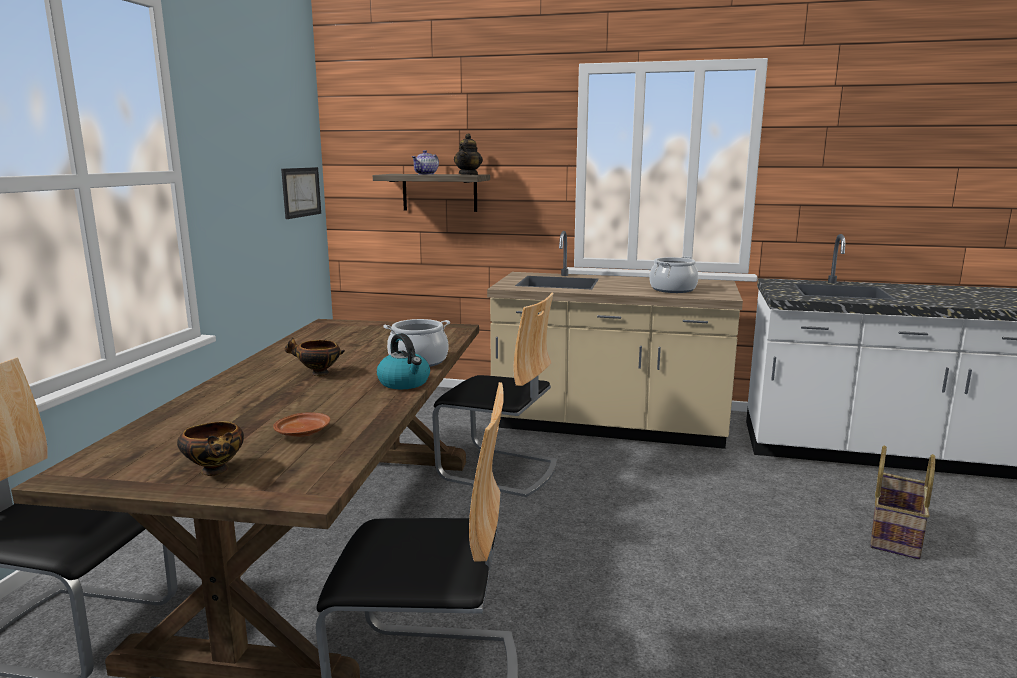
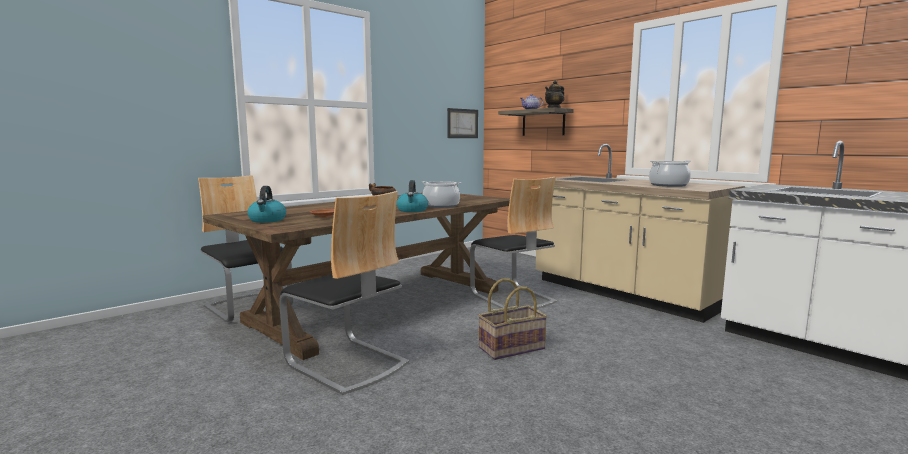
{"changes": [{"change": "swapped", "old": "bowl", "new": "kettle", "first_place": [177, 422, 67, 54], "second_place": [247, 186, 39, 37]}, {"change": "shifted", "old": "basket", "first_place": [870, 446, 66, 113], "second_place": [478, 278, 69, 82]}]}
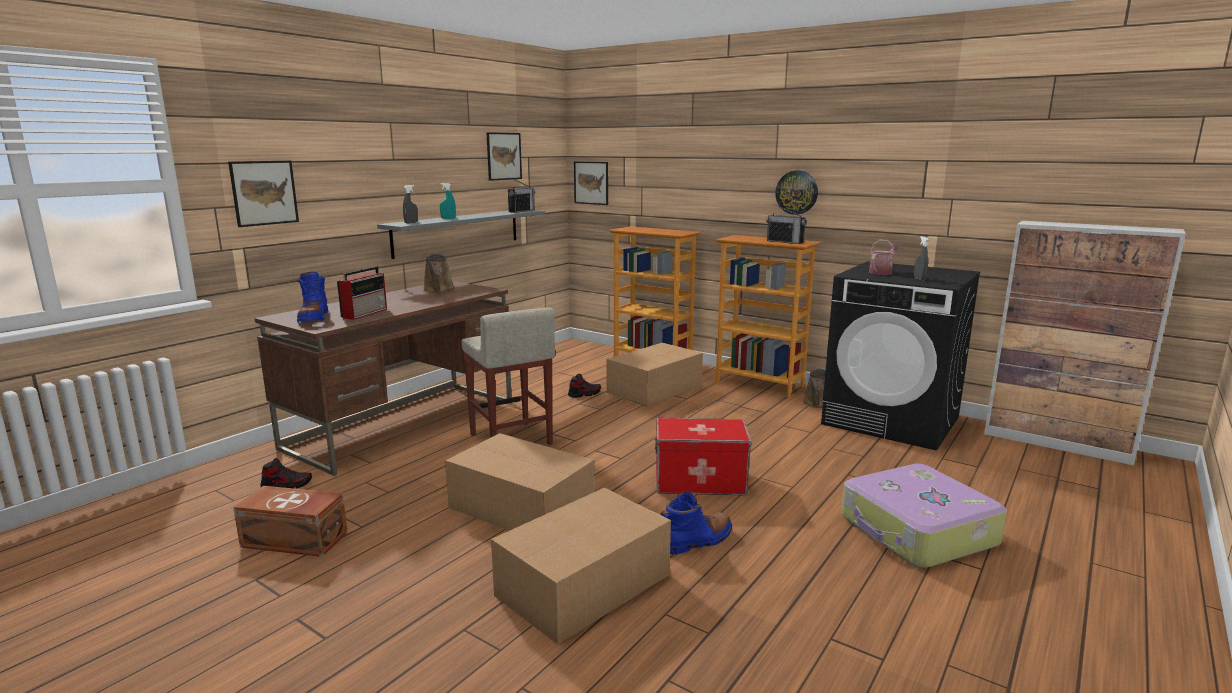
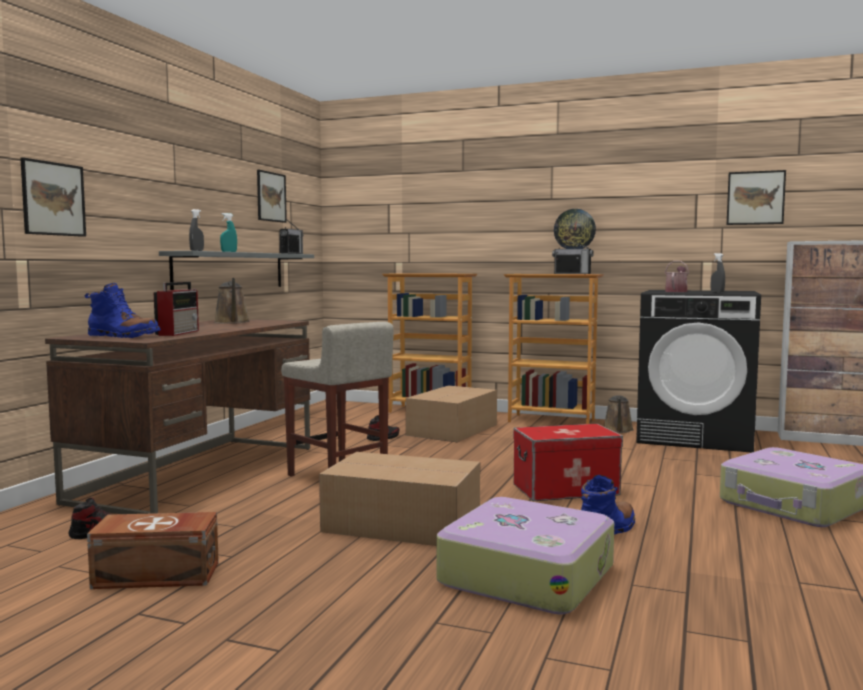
{"changes": [{"change": "rotated", "old": "blue_boot", "first_place": [297, 272, 31, 51], "second_place": [85, 283, 76, 55], "degrees": -45}, {"change": "swapped", "old": "cardboard_box", "new": "suitcase", "first_place": [491, 488, 180, 157], "second_place": [436, 497, 178, 117]}, {"change": "shifted", "old": "picture", "first_place": [574, 161, 34, 44], "second_place": [727, 170, 59, 55]}]}
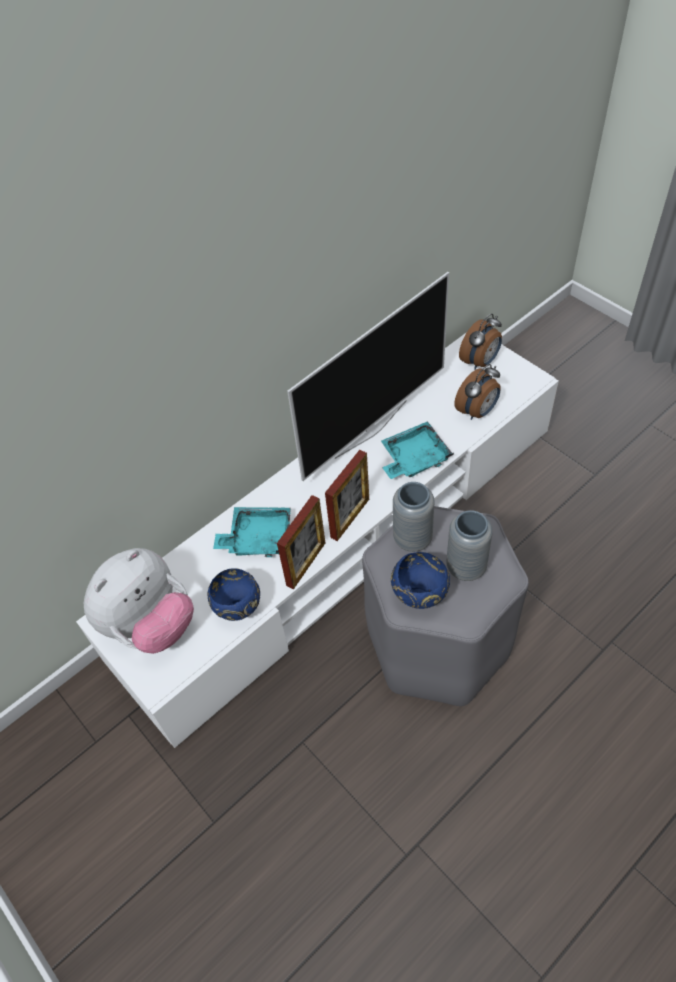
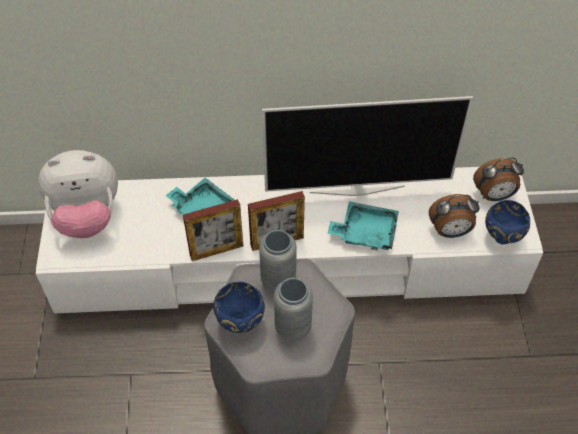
{"changes": [{"change": "shifted", "old": "blue_bowl", "first_place": [208, 568, 52, 53], "second_place": [485, 200, 45, 45]}]}
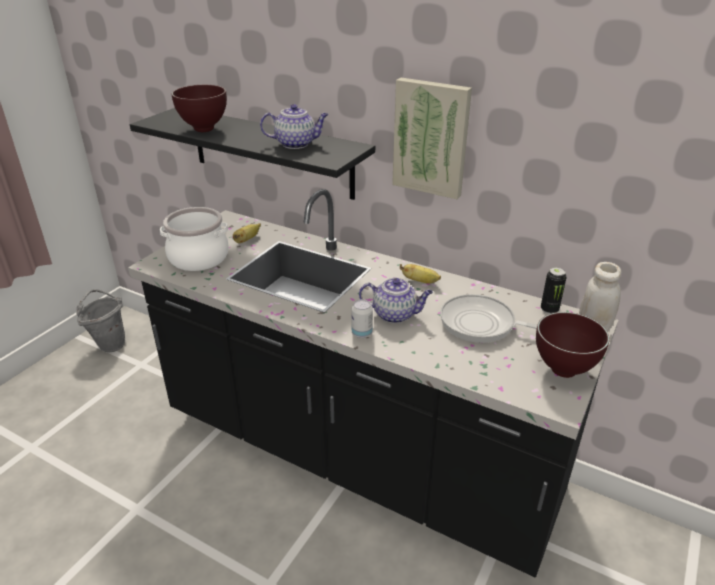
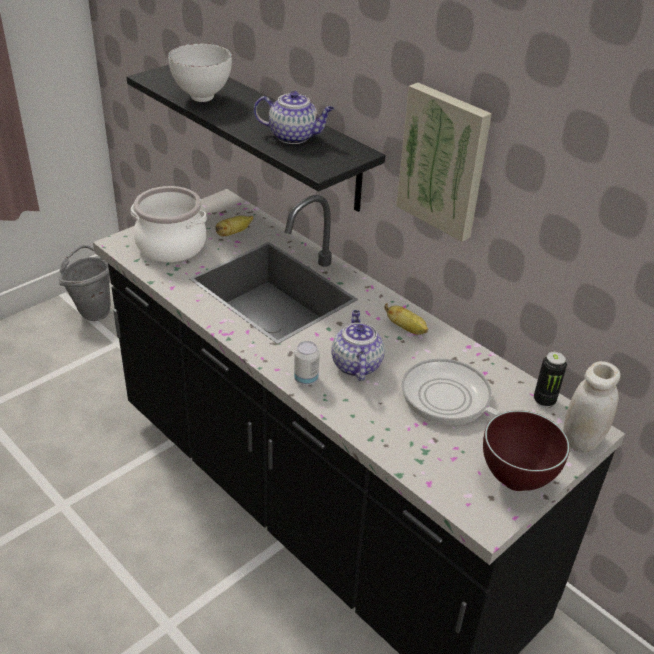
{"changes": [{"change": "repainted", "old": "brown_bowl", "new": "white_bowl", "first_place": [172, 85, 55, 47], "second_place": [168, 43, 64, 59]}, {"change": "rotated", "old": "teapot", "first_place": [359, 278, 74, 45], "second_place": [331, 310, 54, 71], "degrees": -120}]}
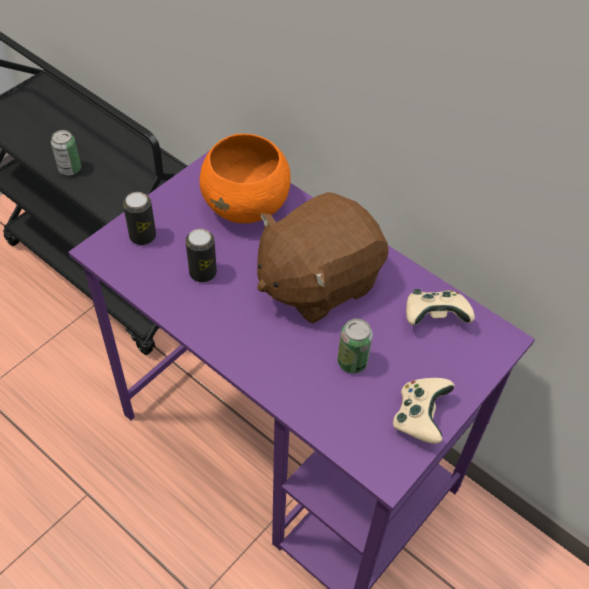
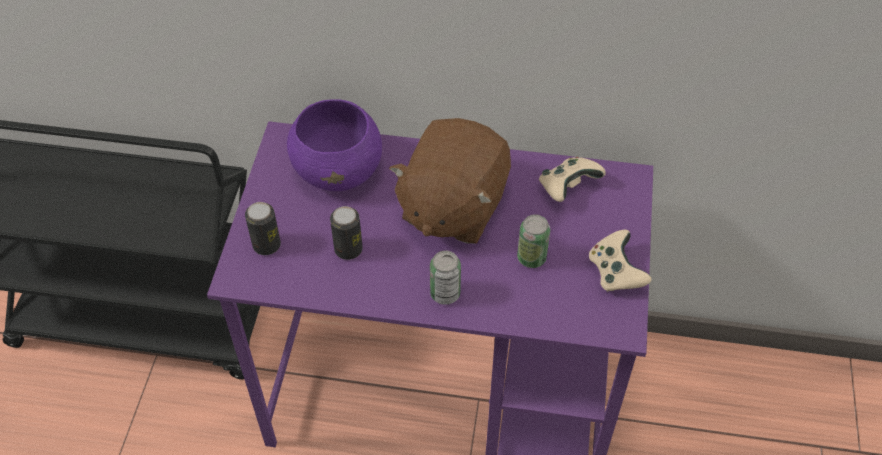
{"changes": [{"change": "repainted", "old": "orange_bowl", "new": "purple_bowl", "first_place": [200, 134, 91, 89], "second_place": [287, 99, 95, 92]}, {"change": "shifted", "old": "can", "first_place": [51, 130, 30, 45], "second_place": [430, 250, 31, 55]}]}
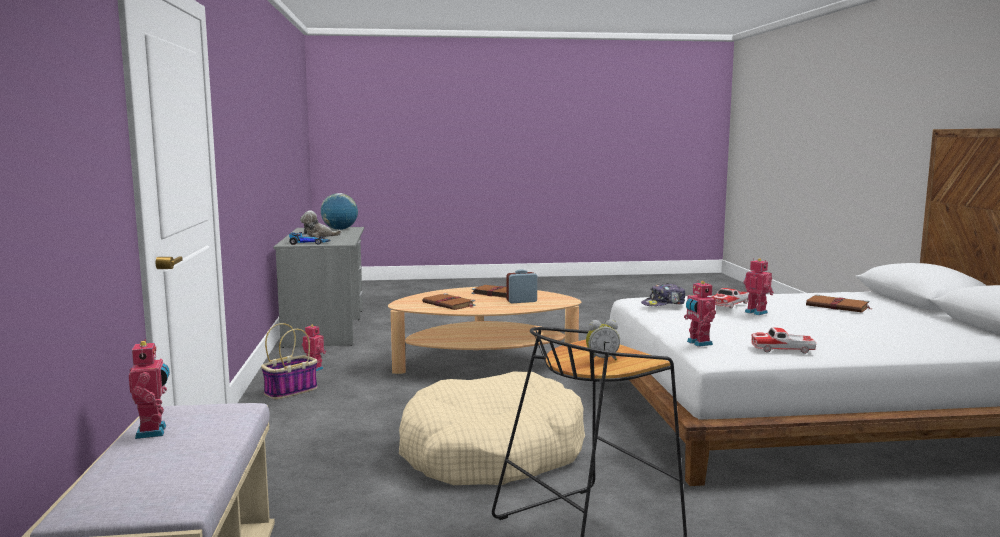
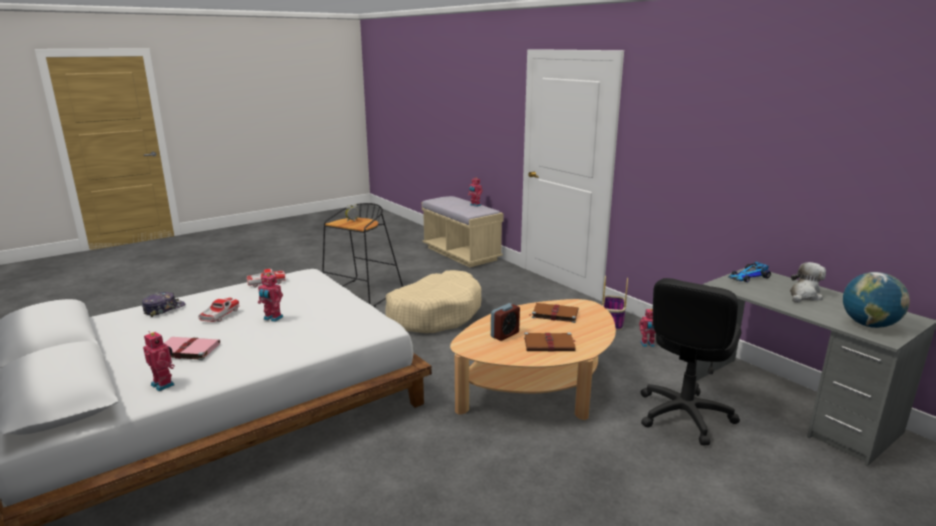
{"changes": [{"change": "shifted", "old": "cap", "first_place": [641, 283, 44, 23], "second_place": [142, 292, 43, 25]}, {"change": "shifted", "old": "toy_robot", "first_place": [684, 281, 32, 66], "second_place": [143, 331, 32, 60]}, {"change": "repainted", "old": "brown_book", "new": "pink_book", "first_place": [806, 294, 65, 18], "second_place": [165, 337, 55, 23]}, {"change": "shifted", "old": "toy_car", "first_place": [711, 288, 38, 20], "second_place": [199, 297, 41, 25]}, {"change": "new", "new": "black_office_chair", "second_place": [641, 278, 100, 167]}]}
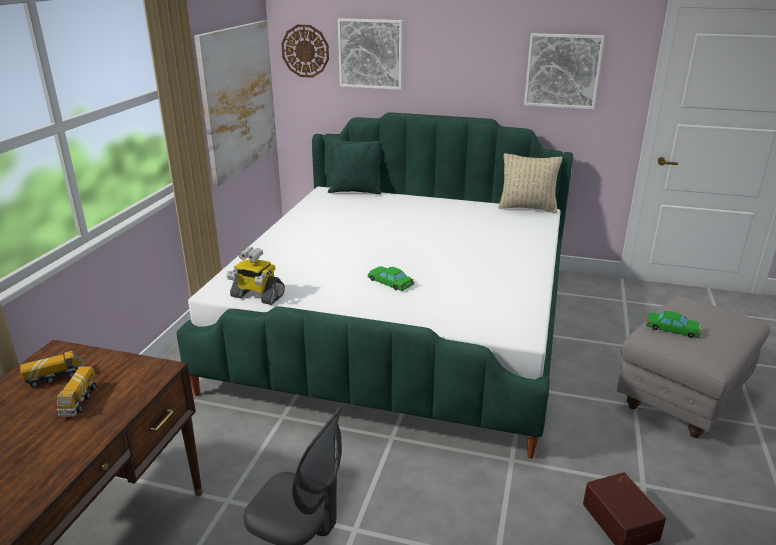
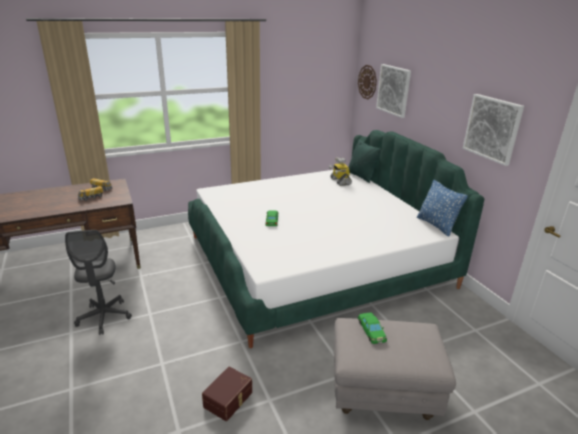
{"changes": [{"change": "shifted", "old": "toy_robot", "first_place": [227, 247, 58, 58], "second_place": [329, 158, 23, 28]}, {"change": "repainted", "old": "beige_pillow", "new": "blue_pillow", "first_place": [498, 153, 64, 60], "second_place": [417, 180, 51, 57]}, {"change": "gone", "old": "picture", "first_place": [194, 21, 83, 165]}]}
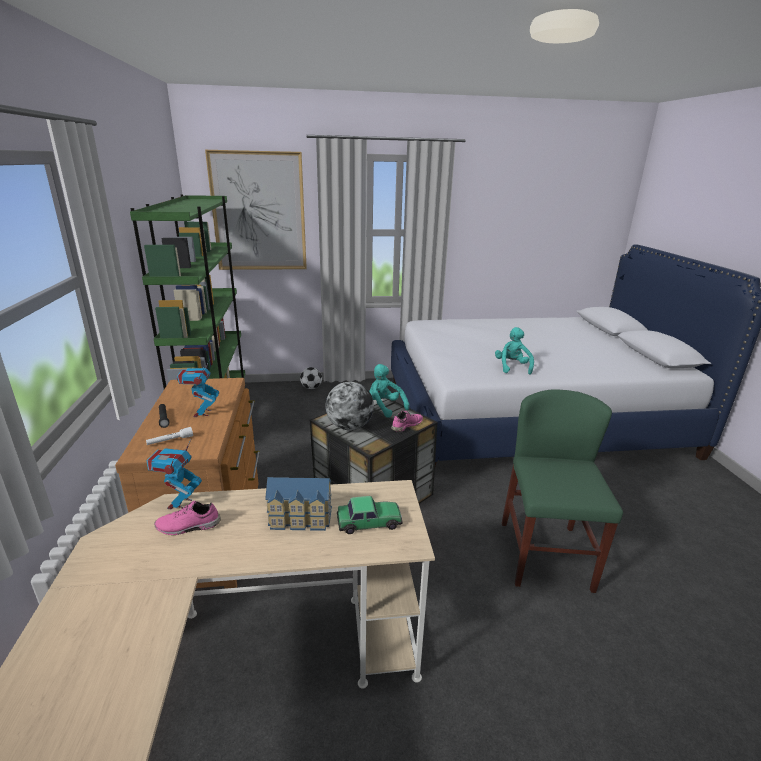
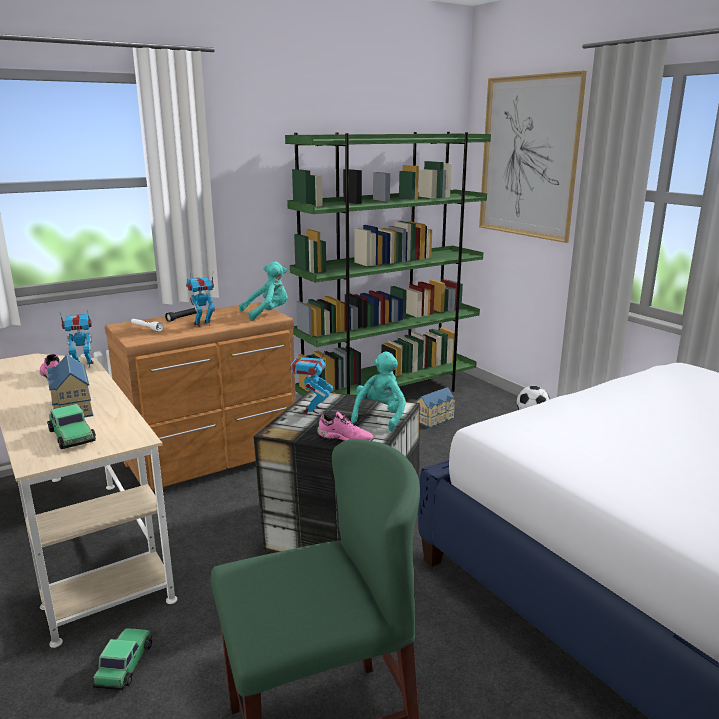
{"changes": [{"change": "new", "new": "toy_car", "second_place": [92, 628, 61, 62]}, {"change": "shifted", "old": "turquoise_plush_toy", "first_place": [495, 327, 39, 48], "second_place": [239, 261, 49, 60]}, {"change": "swapped", "old": "globe", "new": "toy_robot", "first_place": [325, 382, 49, 48], "second_place": [290, 349, 43, 65]}, {"change": "new", "new": "toy_house", "second_place": [415, 387, 41, 41]}]}
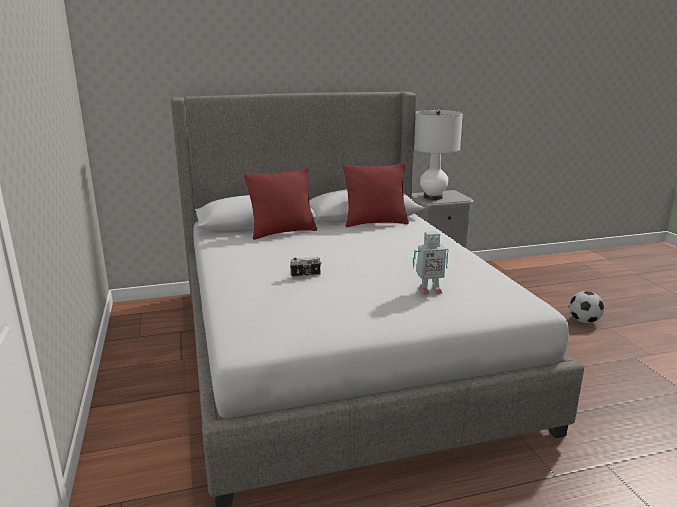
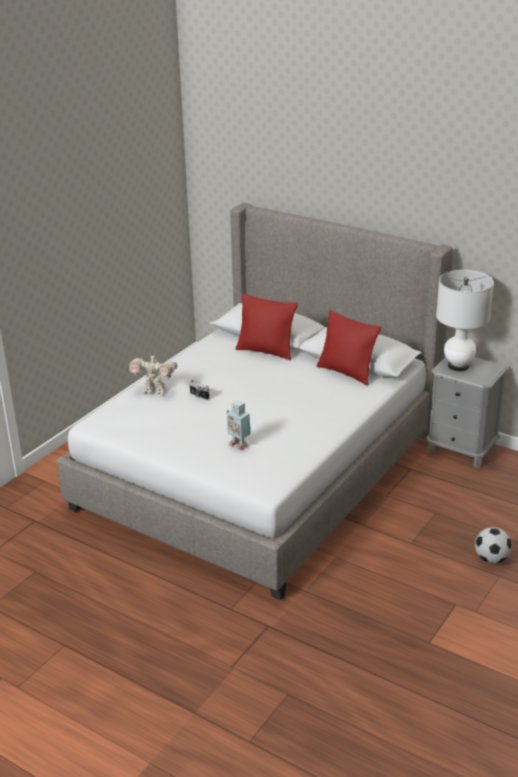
{"changes": [{"change": "new", "new": "toy_robot", "second_place": [129, 352, 48, 43]}]}
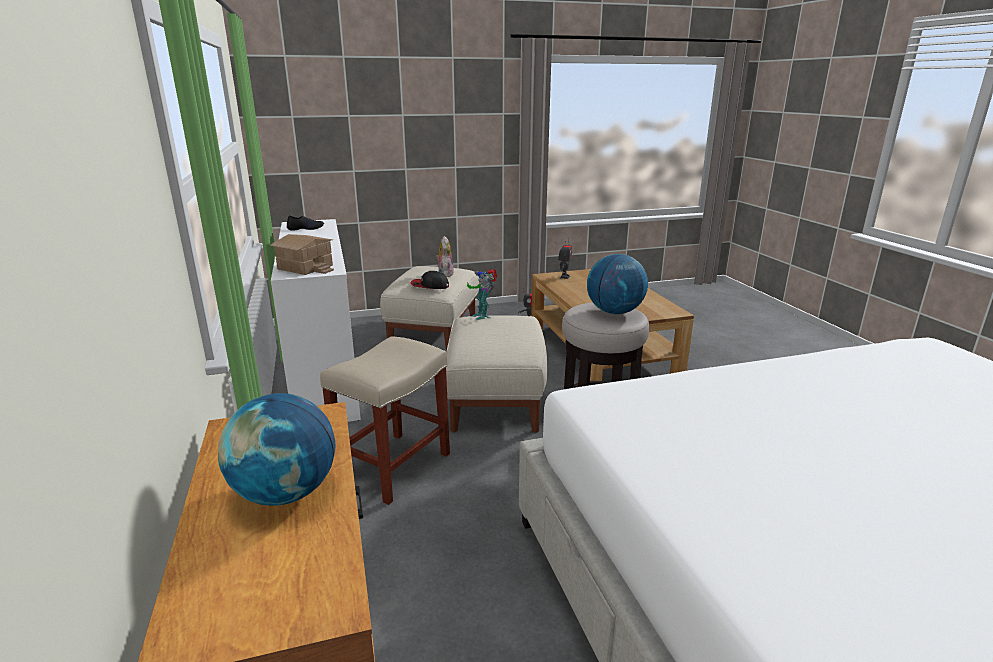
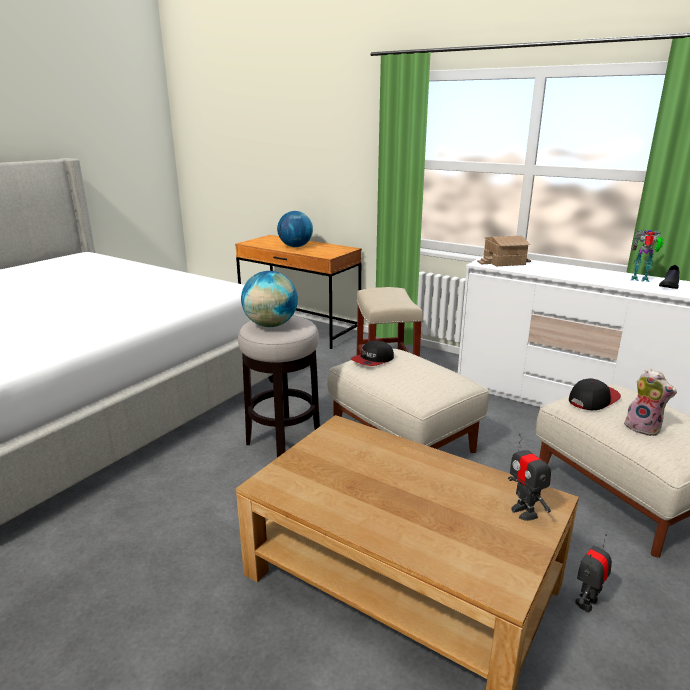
{"changes": [{"change": "new", "new": "cap", "second_place": [351, 341, 43, 25]}, {"change": "shifted", "old": "toy_robot", "first_place": [467, 269, 30, 51], "second_place": [631, 230, 33, 52]}]}
